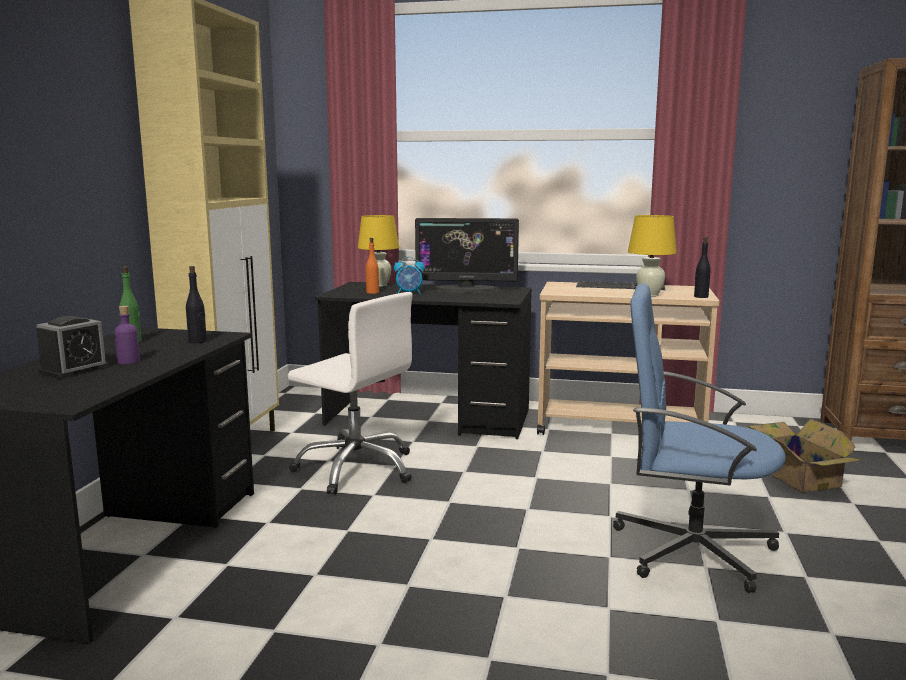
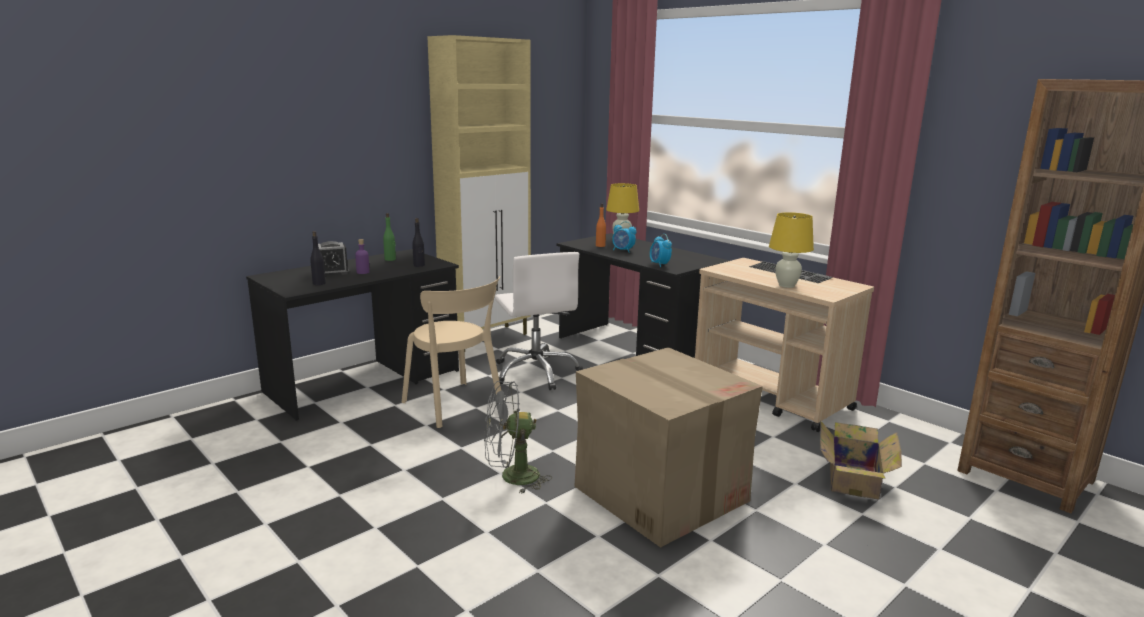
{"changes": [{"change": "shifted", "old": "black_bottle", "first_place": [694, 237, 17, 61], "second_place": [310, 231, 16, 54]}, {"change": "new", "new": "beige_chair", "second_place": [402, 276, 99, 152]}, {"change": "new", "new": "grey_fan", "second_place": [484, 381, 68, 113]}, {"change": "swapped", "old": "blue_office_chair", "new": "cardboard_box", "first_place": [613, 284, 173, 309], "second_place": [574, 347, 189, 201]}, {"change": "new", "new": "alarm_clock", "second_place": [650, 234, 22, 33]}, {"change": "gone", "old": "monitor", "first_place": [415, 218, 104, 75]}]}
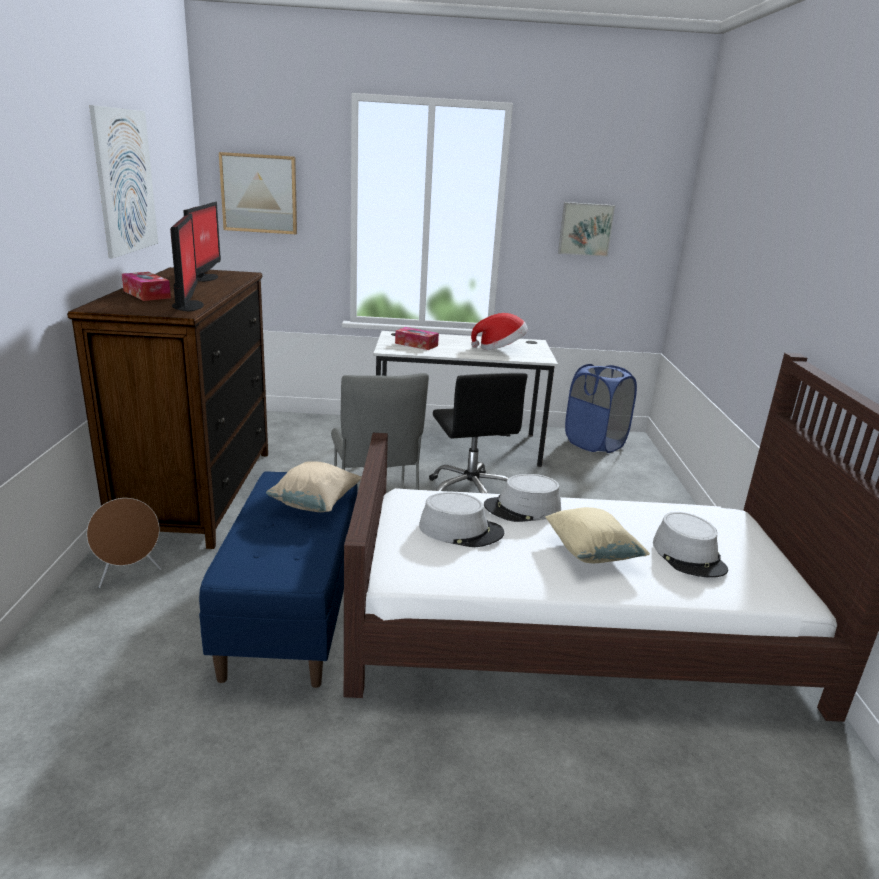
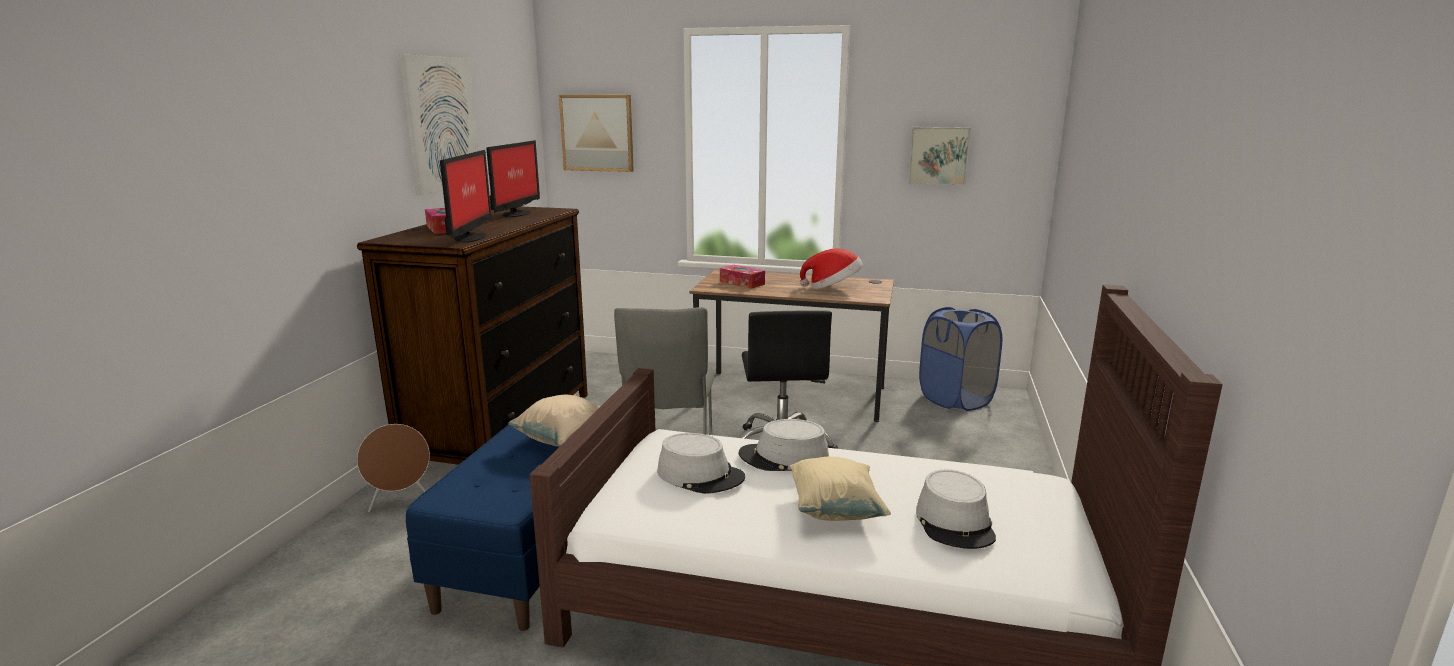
{"changes": [{"change": "repainted", "old": "white_desk", "new": "brown_desk", "first_place": [373, 331, 185, 136], "second_place": [689, 269, 205, 153]}]}
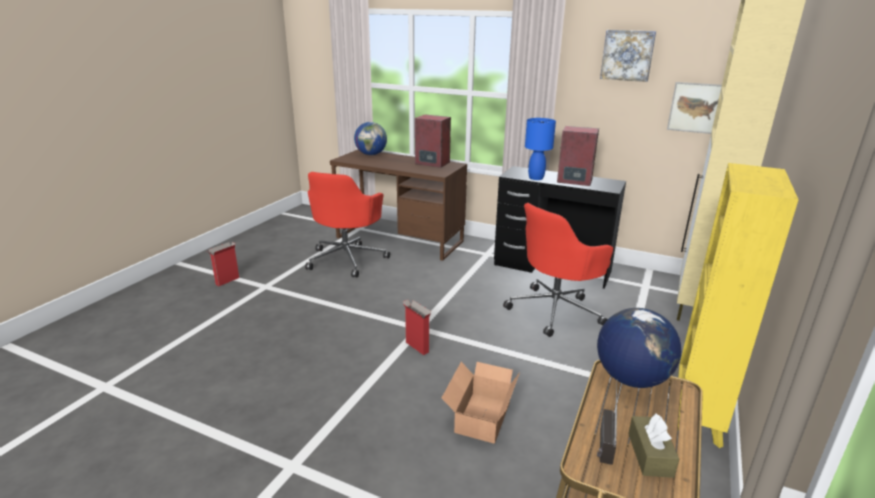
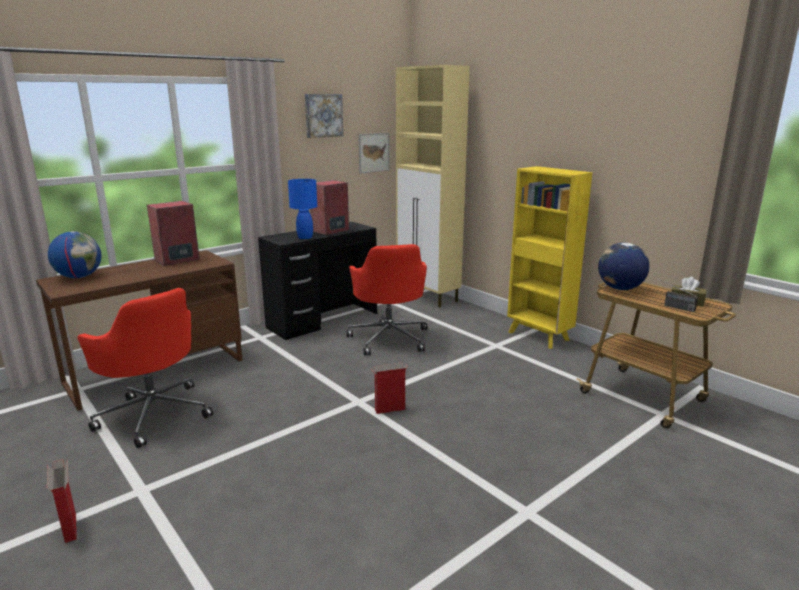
{"changes": [{"change": "gone", "old": "cardboard_box", "first_place": [442, 362, 78, 82]}]}
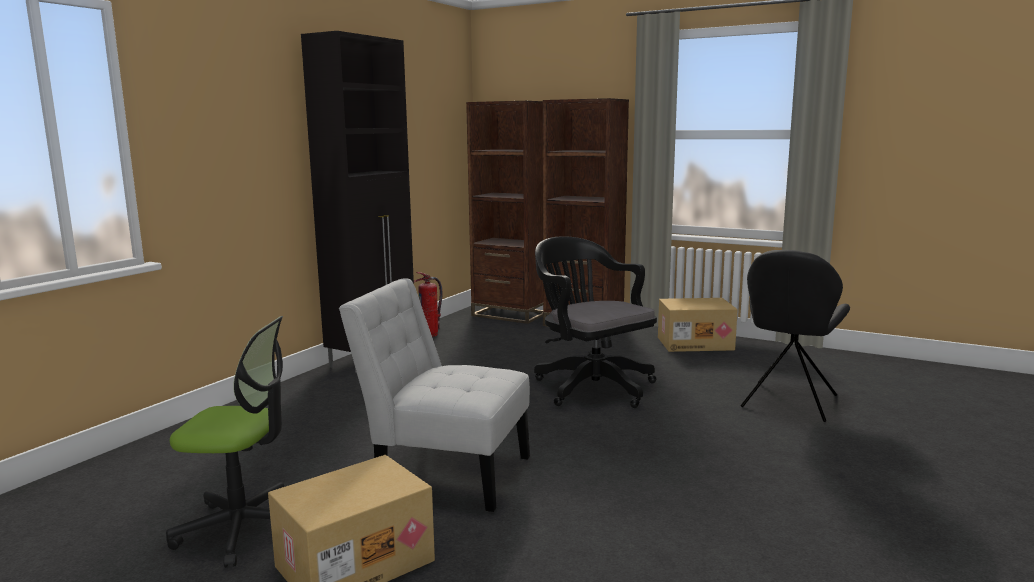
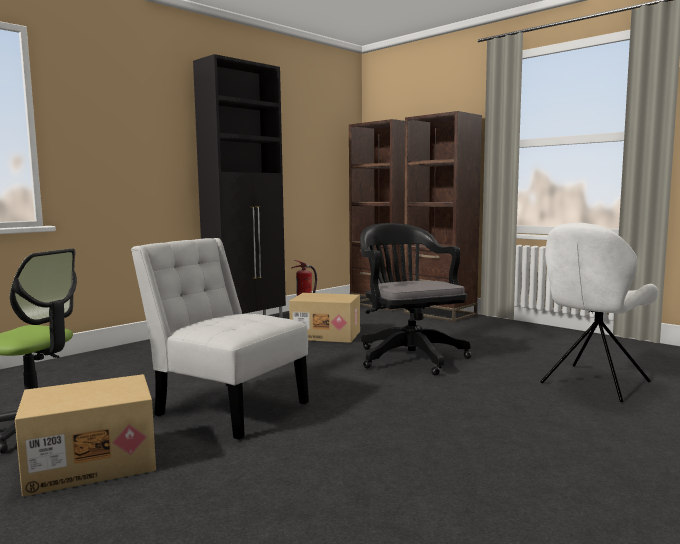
{"changes": [{"change": "shifted", "old": "cardboard_box", "first_place": [658, 298, 80, 54], "second_place": [289, 293, 71, 50]}, {"change": "repainted", "old": "black_chair", "new": "white_chair", "first_place": [740, 250, 110, 172], "second_place": [540, 223, 118, 179]}]}
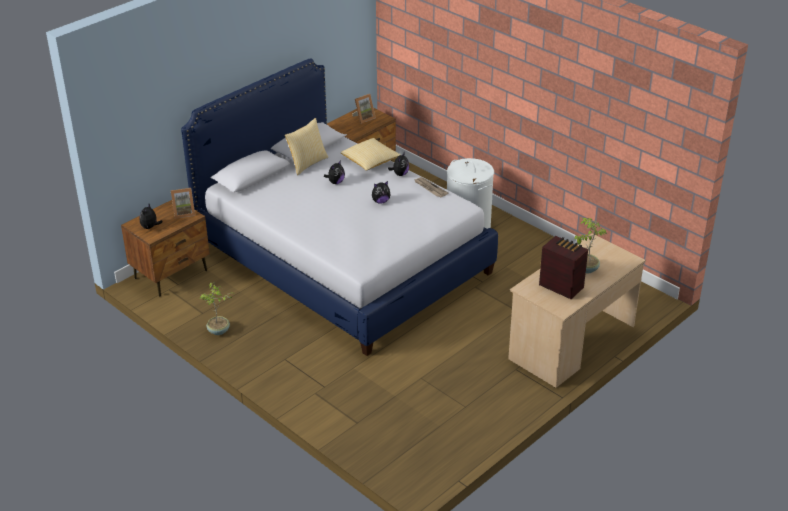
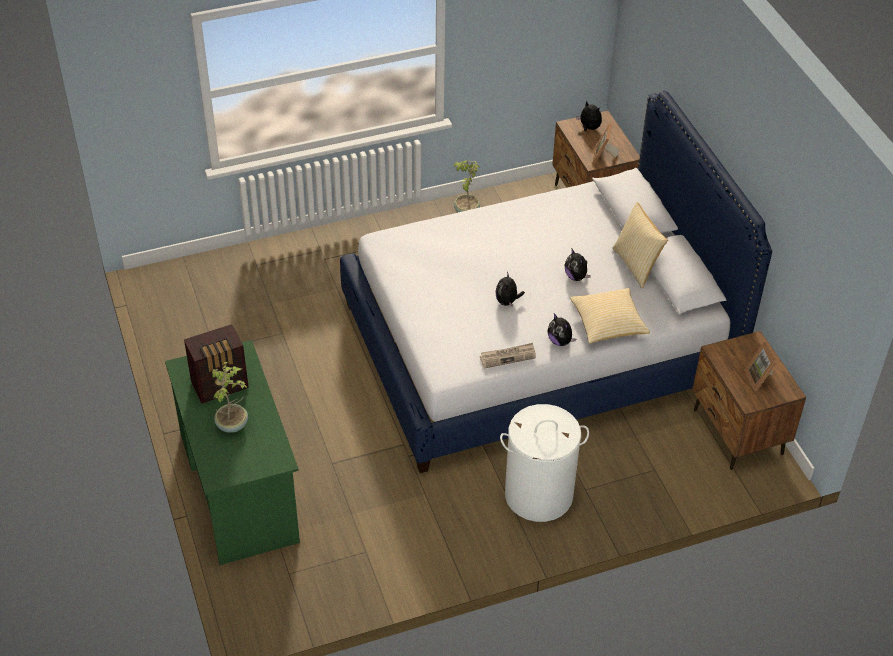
{"changes": [{"change": "repainted", "old": "beige_desk", "new": "green_desk", "first_place": [508, 233, 138, 155], "second_place": [165, 340, 135, 225]}]}
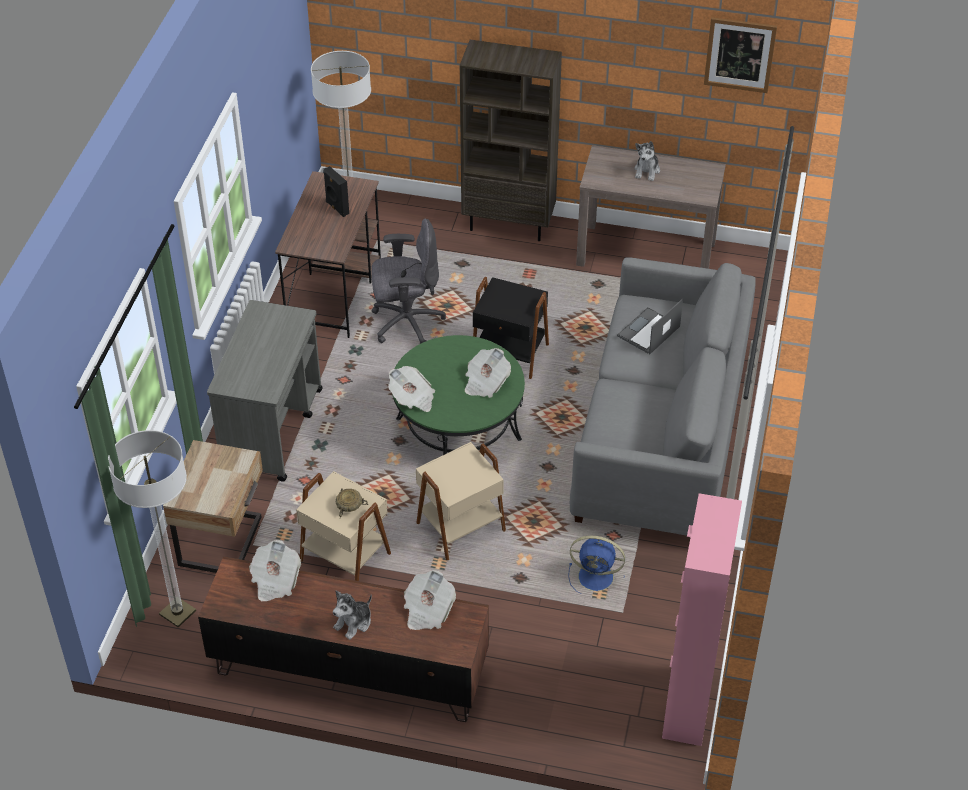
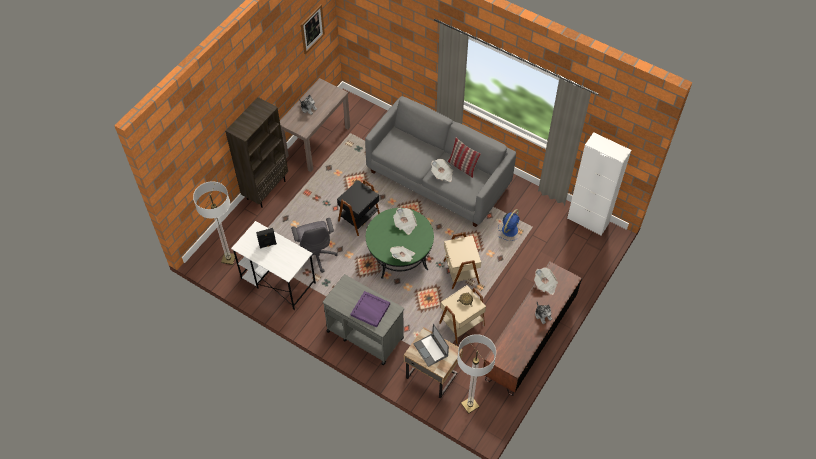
{"changes": [{"change": "repainted", "old": "brown_desk", "new": "white_desk", "first_place": [275, 171, 106, 167], "second_place": [231, 221, 85, 89]}, {"change": "rotated", "old": "grey_office_chair", "first_place": [372, 219, 74, 125], "second_place": [291, 218, 47, 55], "degrees": 150}, {"change": "new", "new": "purple_tray", "second_place": [351, 291, 39, 37]}, {"change": "shifted", "old": "laptop", "first_place": [617, 298, 66, 57], "second_place": [413, 324, 36, 43]}, {"change": "shifted", "old": "newspaper", "first_place": [249, 540, 52, 62], "second_place": [431, 159, 22, 23]}, {"change": "new", "new": "pillow", "second_place": [448, 138, 33, 40]}, {"change": "repainted", "old": "pink_cabinet", "new": "white_cabinet", "first_place": [662, 493, 80, 253], "second_place": [567, 132, 64, 104]}]}
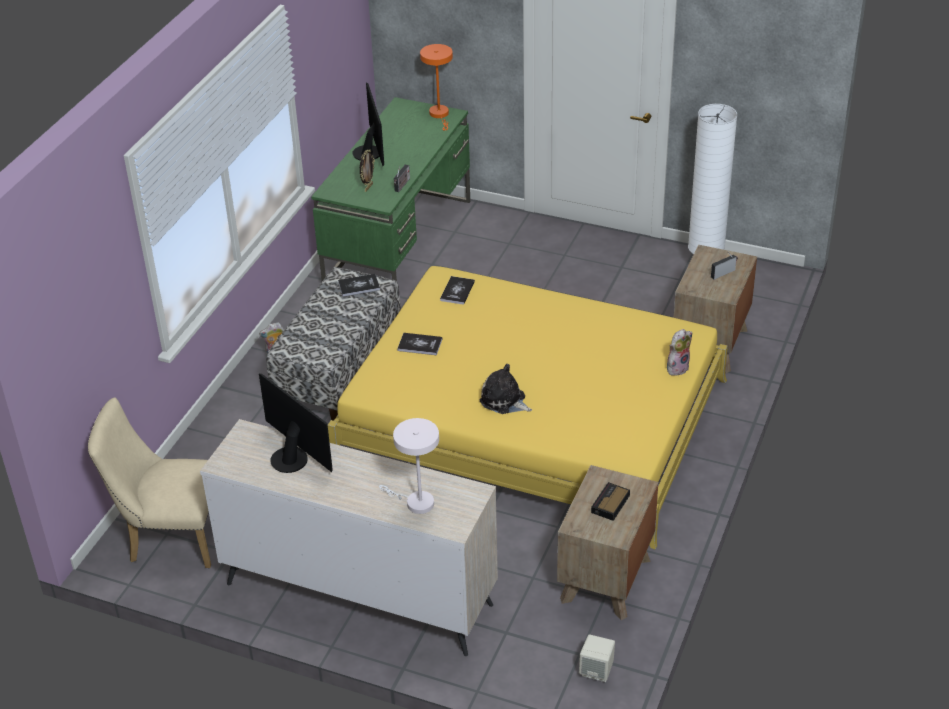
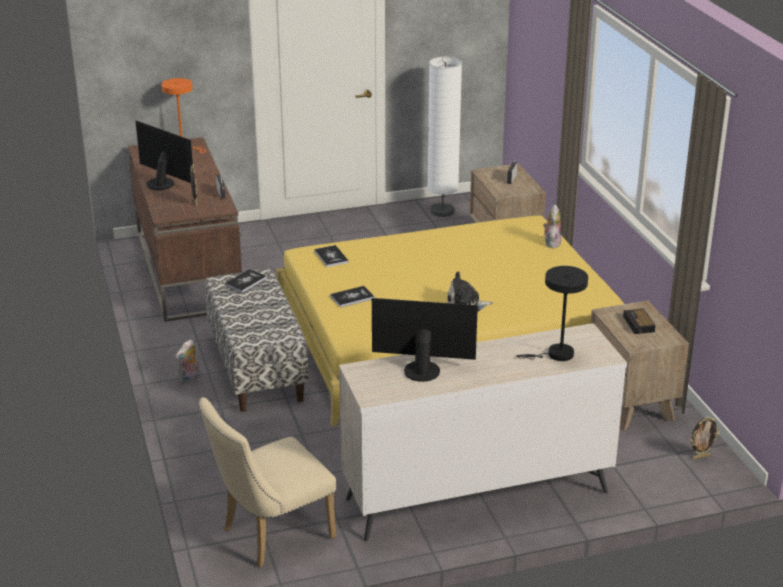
{"changes": [{"change": "repainted", "old": "green_desk", "new": "brown_desk", "first_place": [311, 97, 159, 185], "second_place": [128, 137, 115, 185]}, {"change": "repainted", "old": "white_table_lamp", "new": "black_table_lamp", "first_place": [379, 418, 60, 96], "second_place": [516, 266, 72, 95]}, {"change": "swapped", "old": "beige_speaker", "new": "picture_frame", "first_place": [579, 634, 36, 48], "second_place": [691, 417, 28, 42]}]}
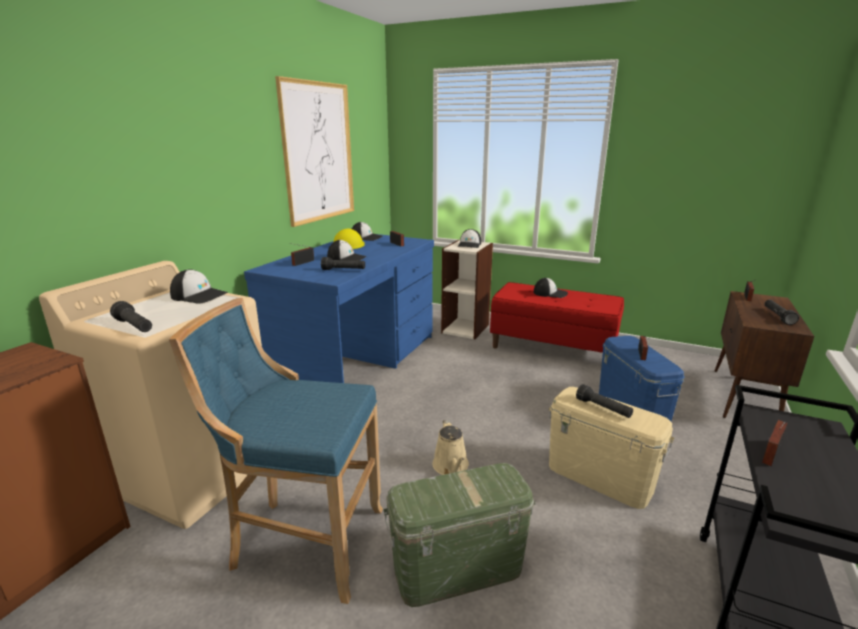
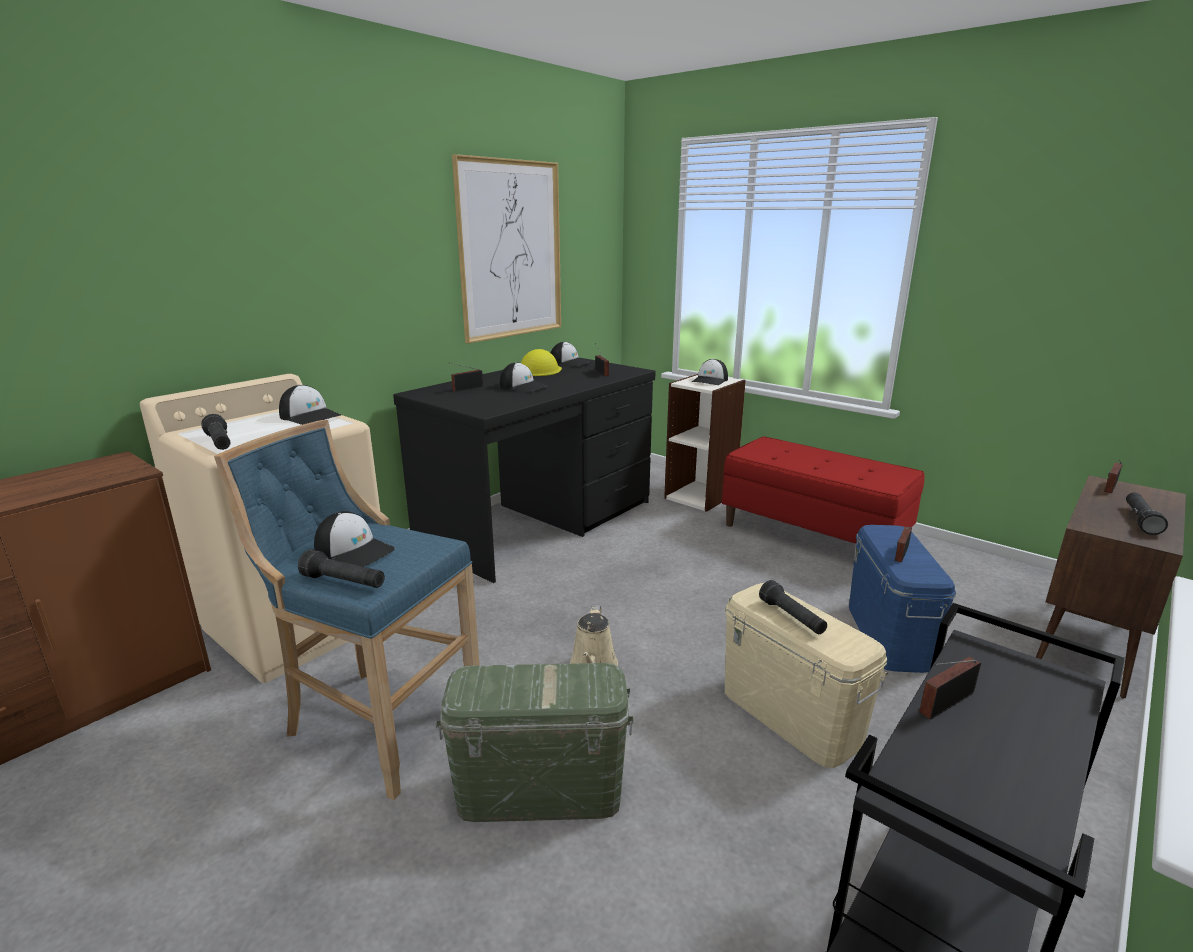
{"changes": [{"change": "shifted", "old": "black_flashlight", "first_place": [321, 257, 44, 13], "second_place": [298, 549, 87, 39]}, {"change": "shifted", "old": "cap", "first_place": [534, 278, 34, 20], "second_place": [314, 511, 81, 56]}, {"change": "repainted", "old": "blue_desk", "new": "black_desk", "first_place": [244, 234, 190, 149], "second_place": [393, 358, 262, 225]}]}
